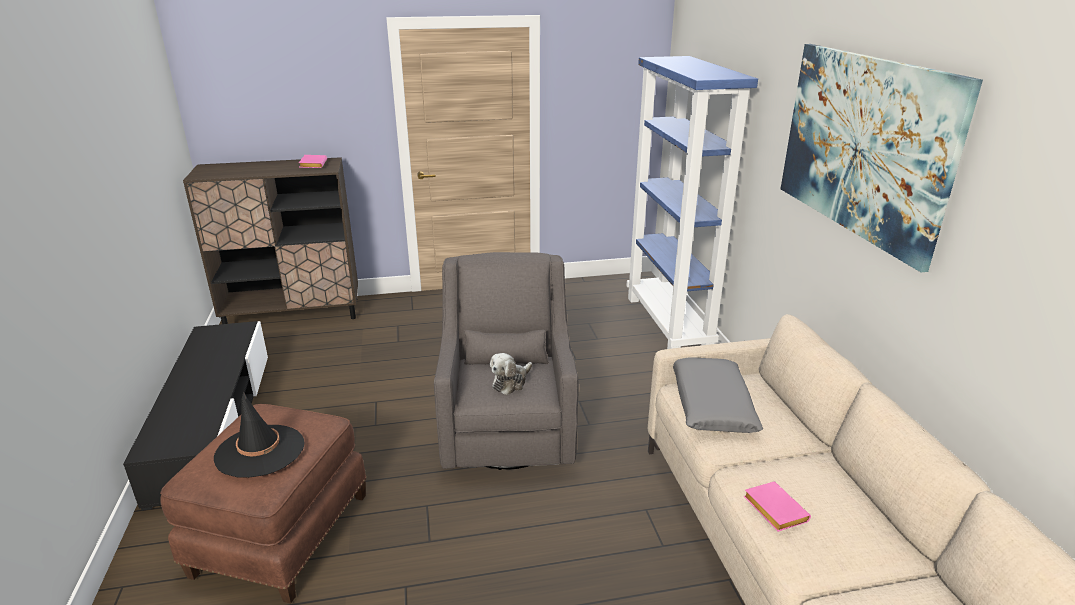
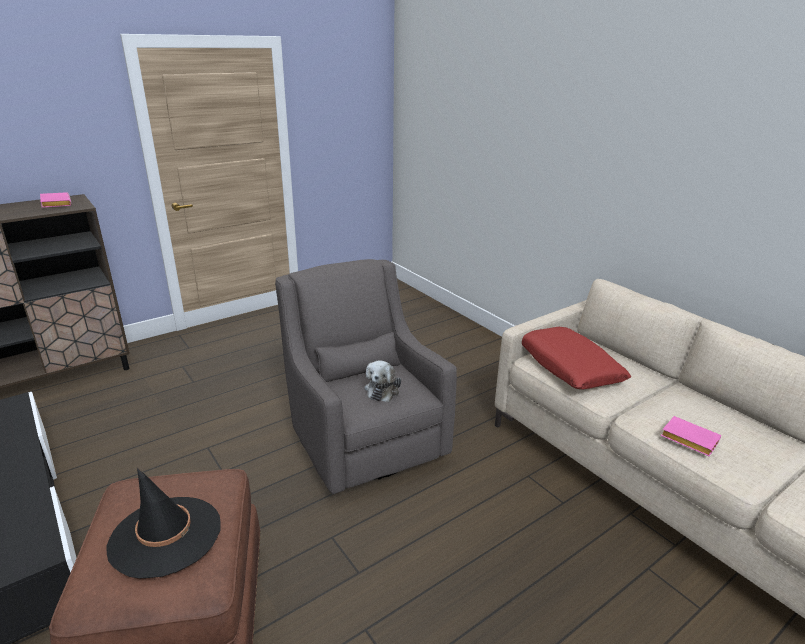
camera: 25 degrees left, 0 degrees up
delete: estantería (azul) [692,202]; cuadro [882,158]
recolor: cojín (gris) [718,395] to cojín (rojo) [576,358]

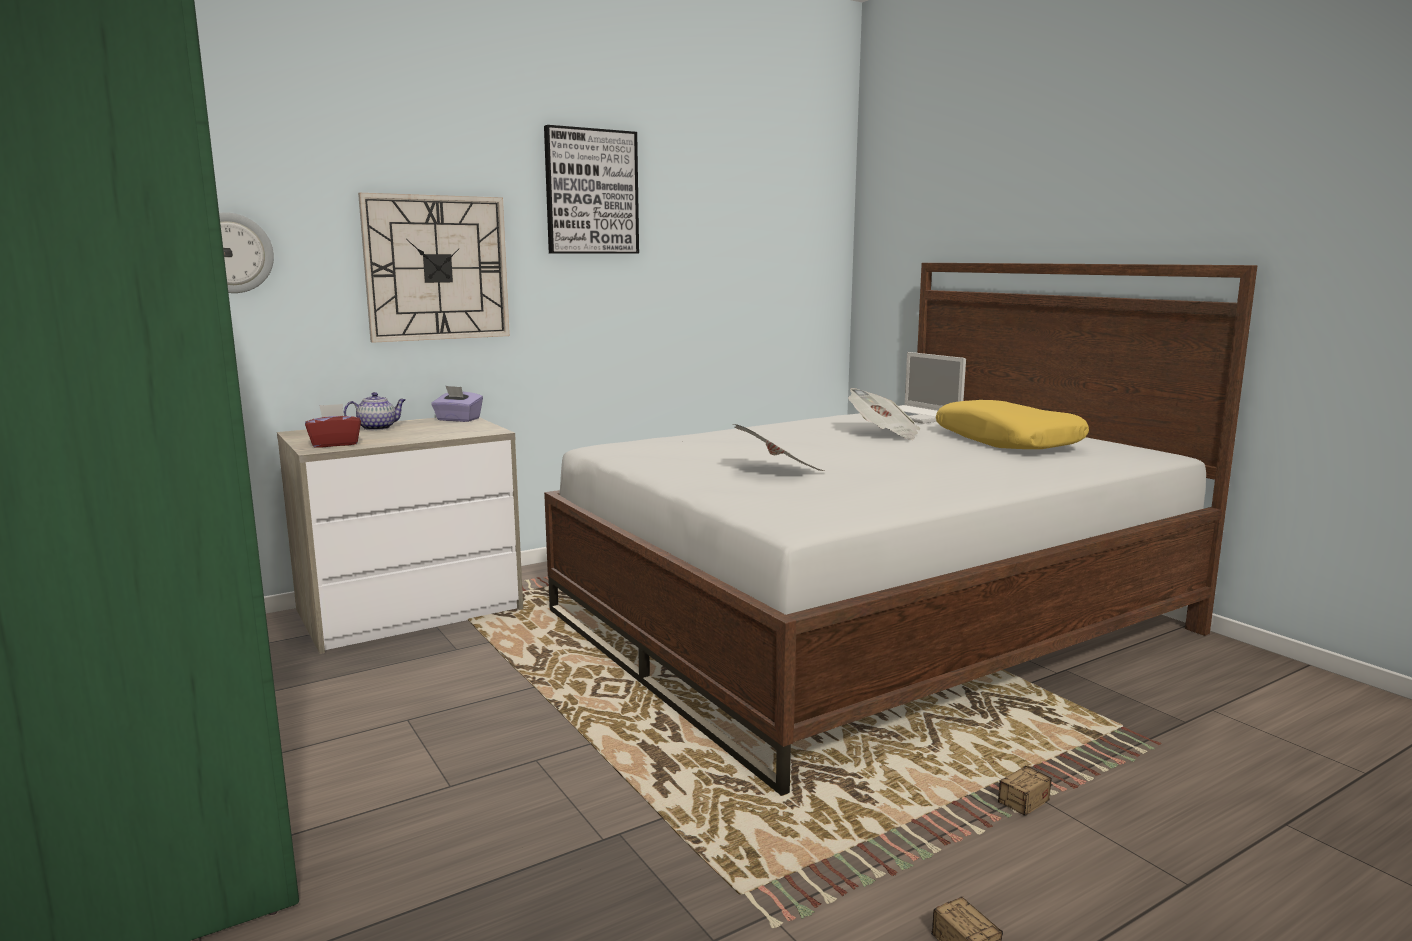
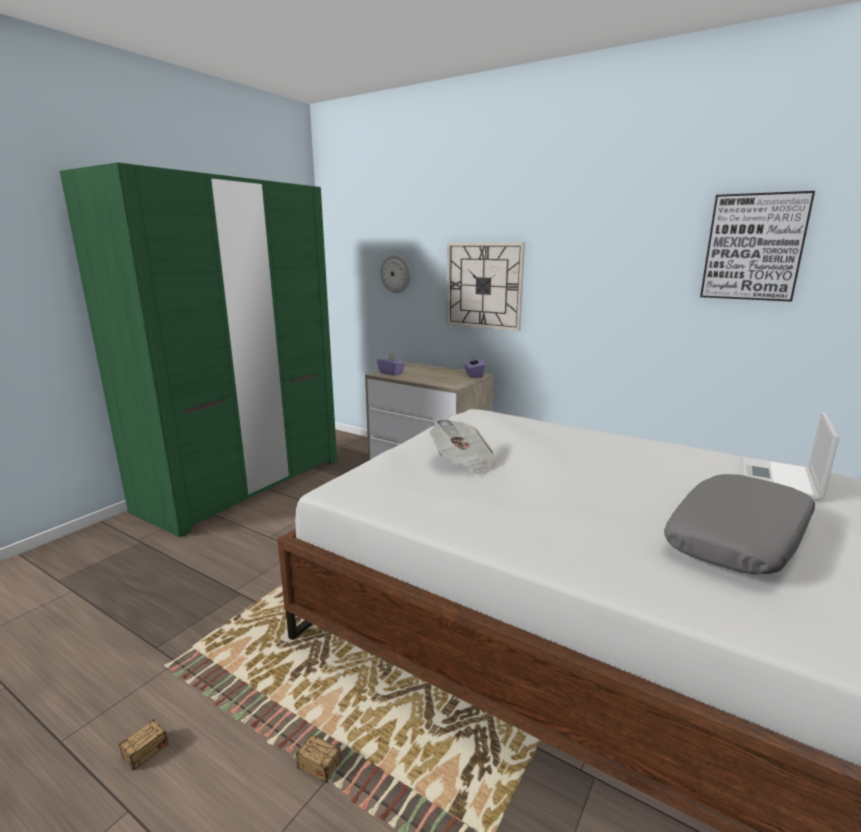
camera: 65 degrees right, 5 degrees up
delete: tetera [375,411]; periódico [884,414]
move: cuadro [591,189] to [757,246]
recolor: caja de pañuelos (rojo) [333,426] to caja de pañuelos (morado) [391,364]; cojín (amarillo) [1012,424] to cojín (gris) [739,524]

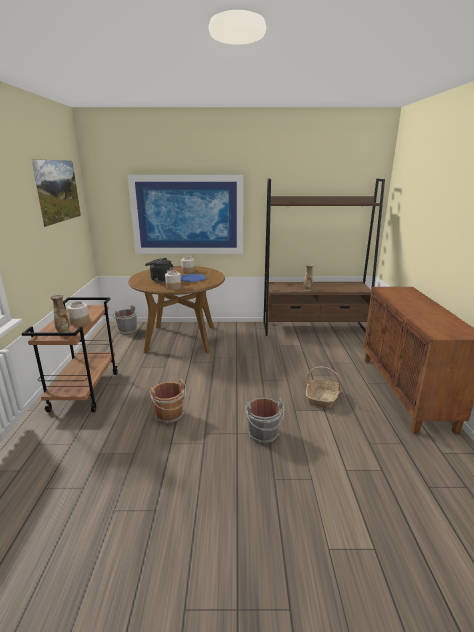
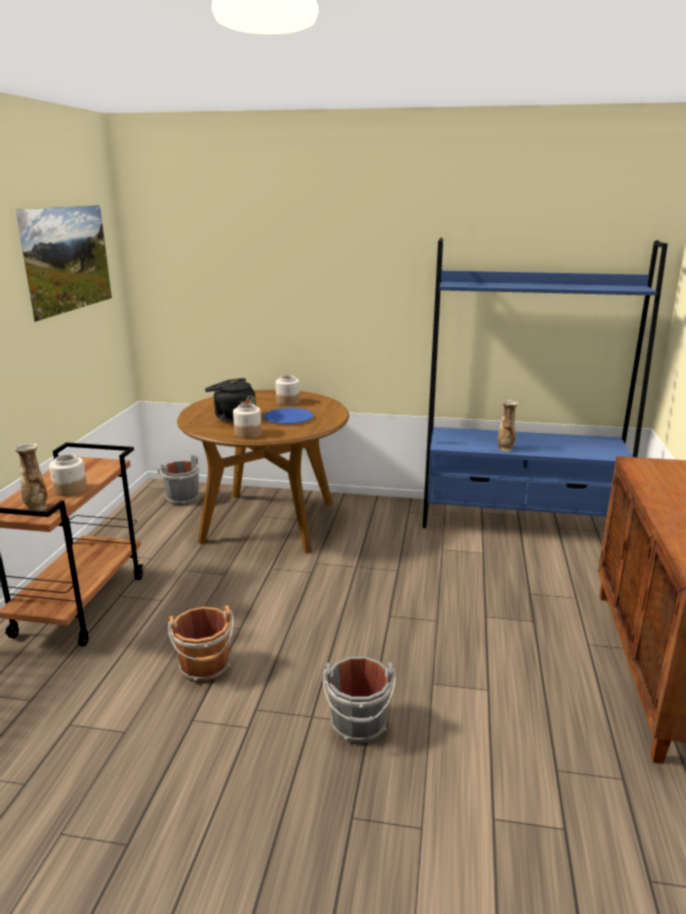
camera: 10 degrees right, 0 degrees up
delete: cuadro [185,214]; cesta [323,387]
recolor: estantería (marrón) [324,257] to estantería (azul) [545,383]

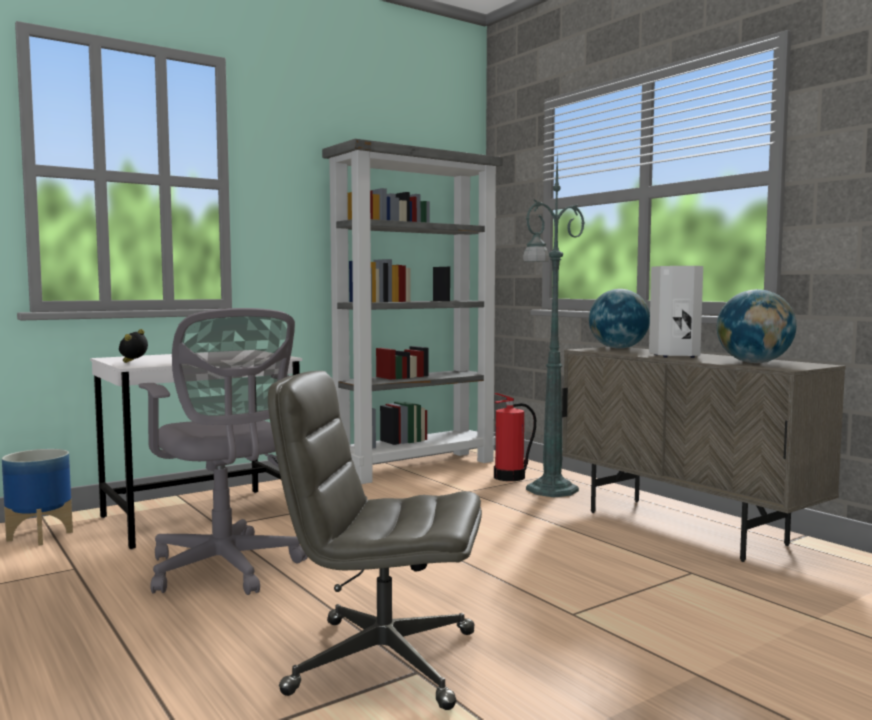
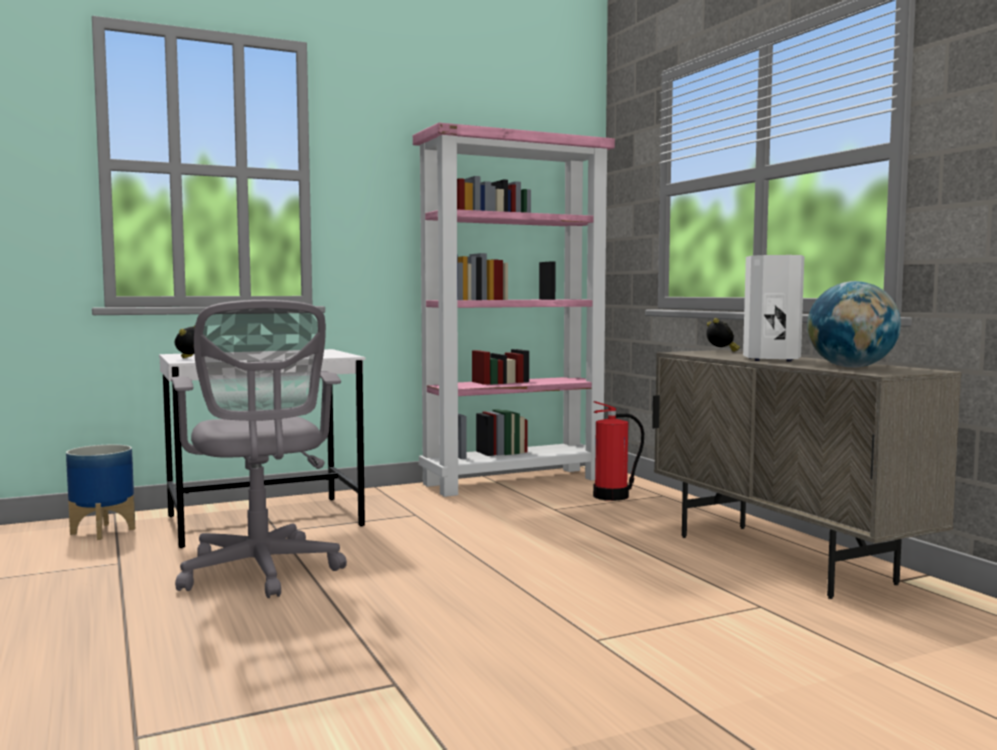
camera: 10 degrees right, 0 degrees up
delete: silla de oficina (gris) [375,540]; lámpara de pie (verde) [554,326]
replace: globo terráqueo [619,319] to despertador [723,335]
recolor: estantería (gris) [412,311] to estantería (rosa) [514,310]

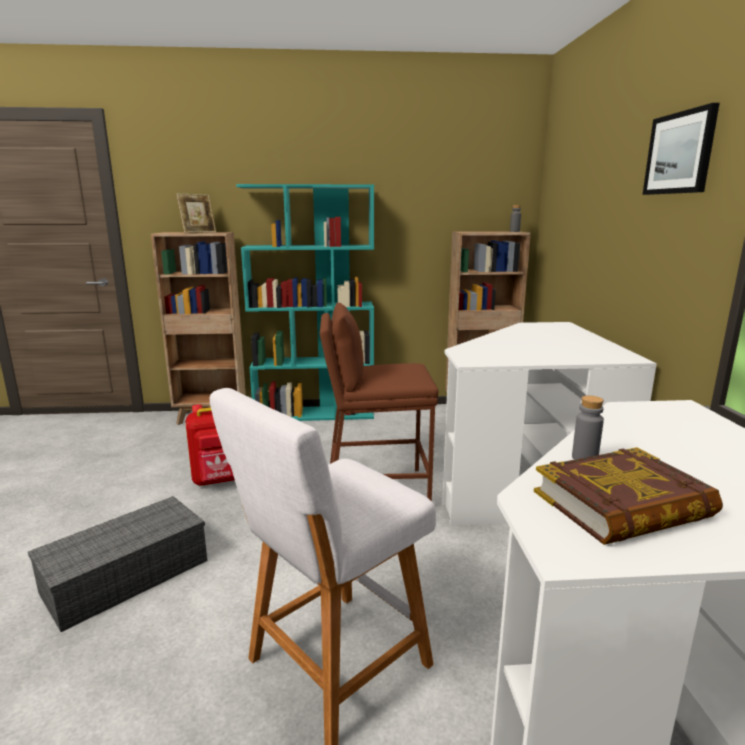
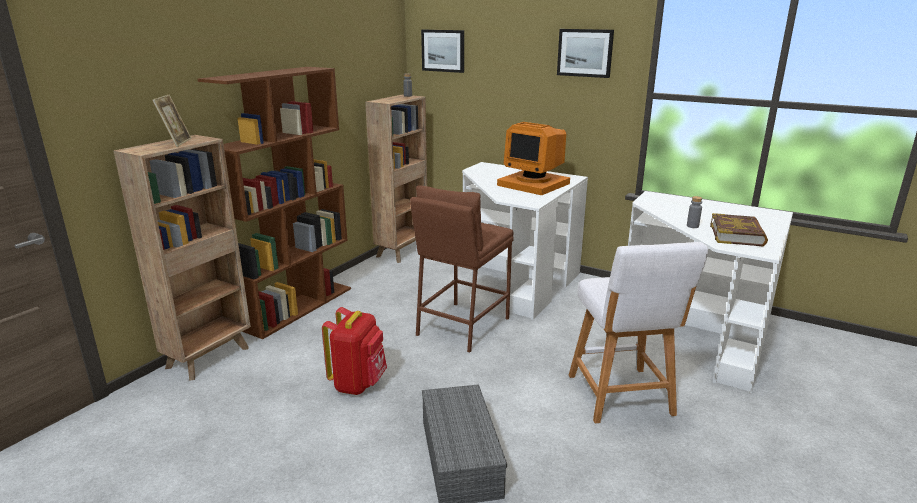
camera: 55 degrees left, 5 degrees up
insert: cuadro [442,51]; monitor [533,158]
recolor: estantería (turquesa) [305,302] to estantería (marrón) [274,203]

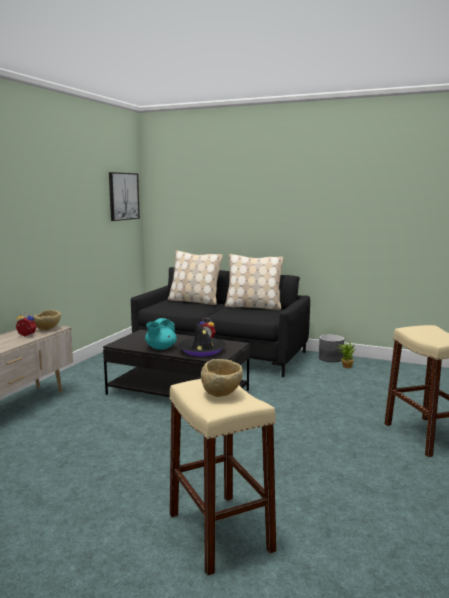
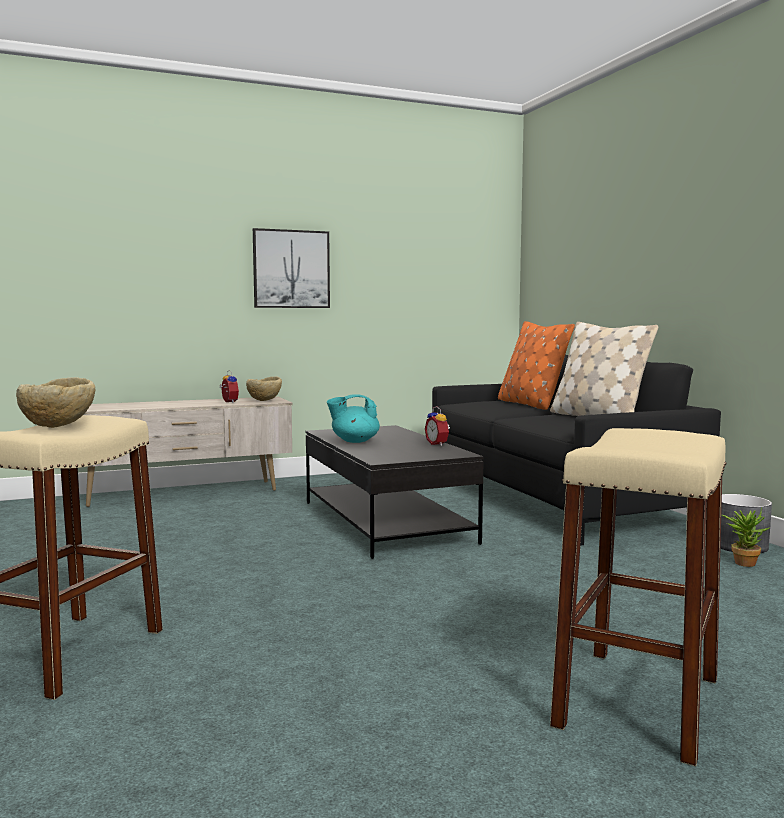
camera: 45 degrees right, 5 degrees down
delete: sombrero (negro) [202,339]
move: cuadro [124,196] to [291,268]
recolor: cojín (beis) [195,278] to cojín (naranja) [536,365]

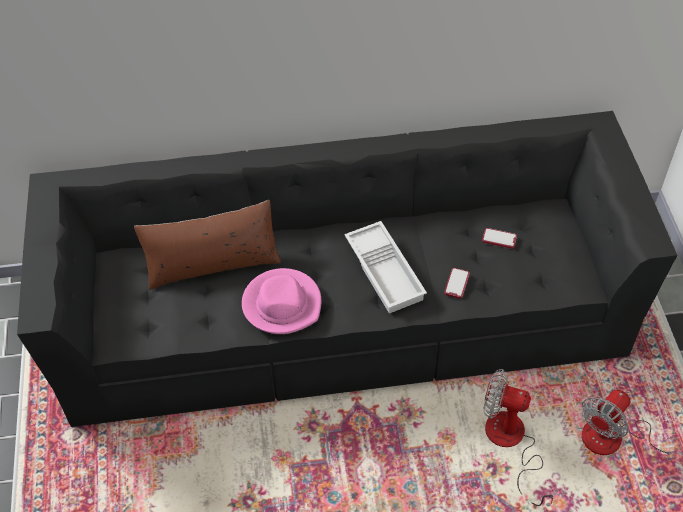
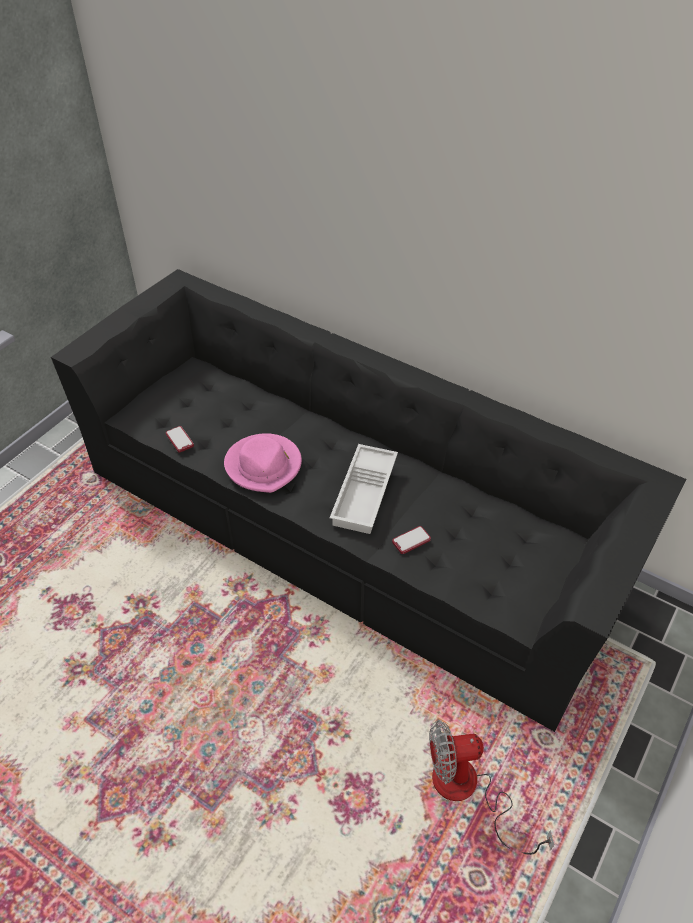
camera: 40 degrees right, 5 degrees down
delete: cojín (marrón) [207,245]; ventilador [519,437]
move: móvil [499,238] to [180,439]

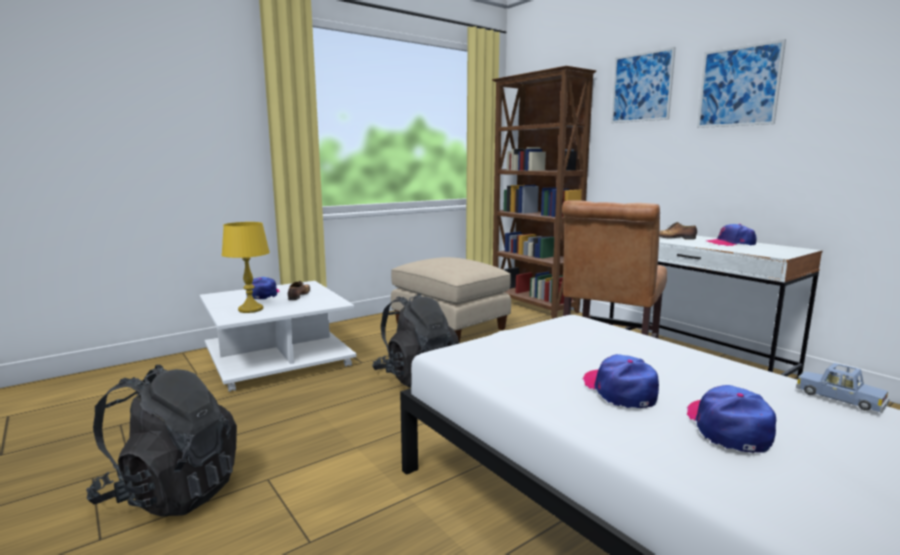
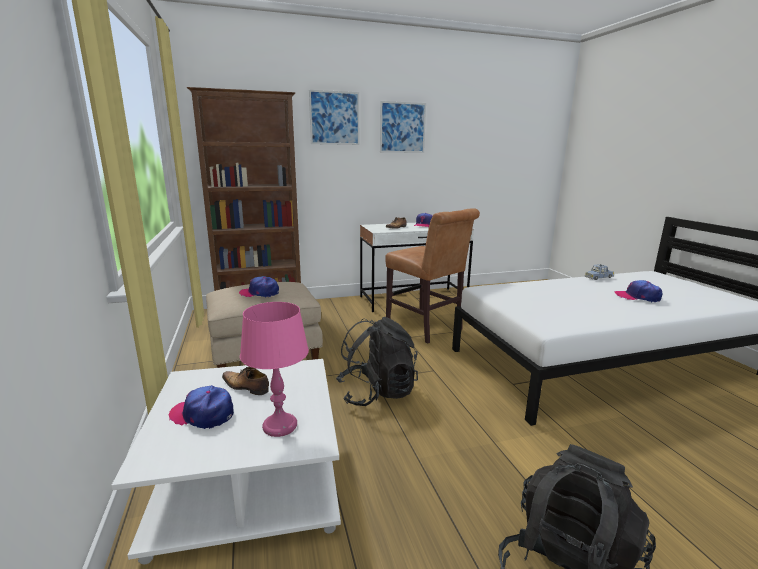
camera: 70 degrees left, 5 degrees up
move: gorra [621,381] to [259,286]
recolor: lámpara de mesa (amarillo) [246,267] to lámpara de mesa (rosa) [274,369]

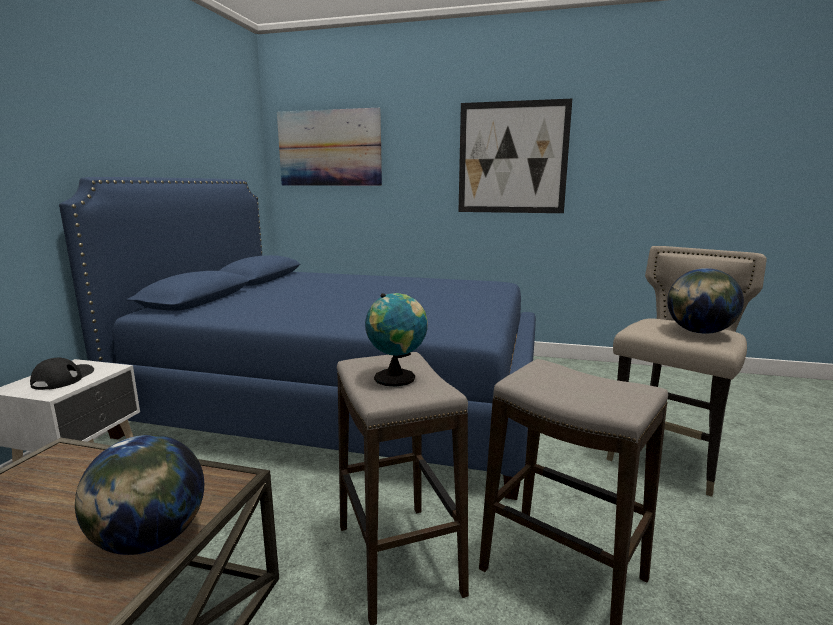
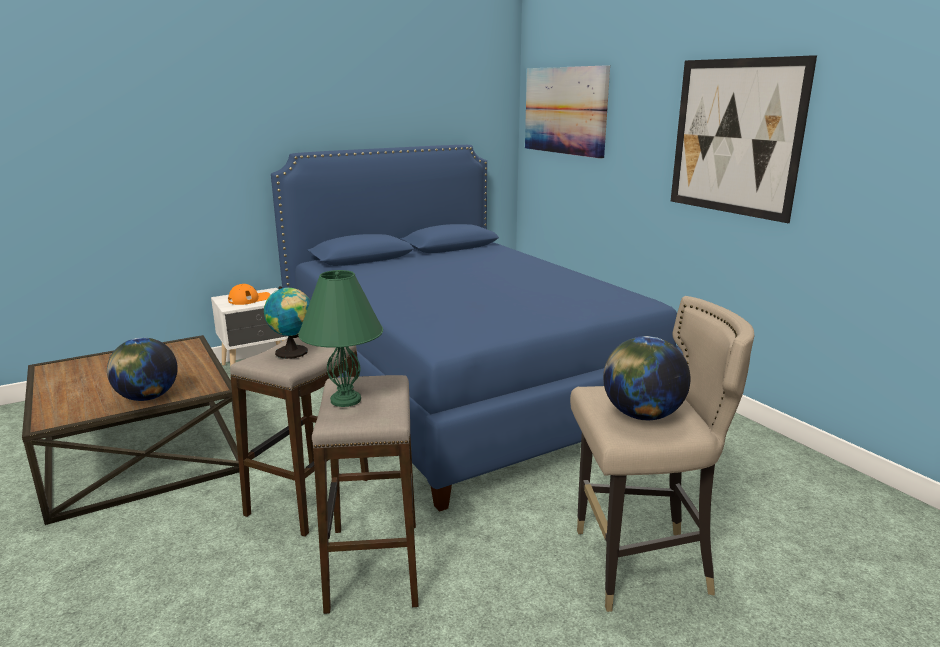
camera: 45 degrees right, 5 degrees up
insert: lámpara de mesa (verde) [340,338]
recolor: gorra (negro) [62,374] to gorra (naranja) [249,294]

